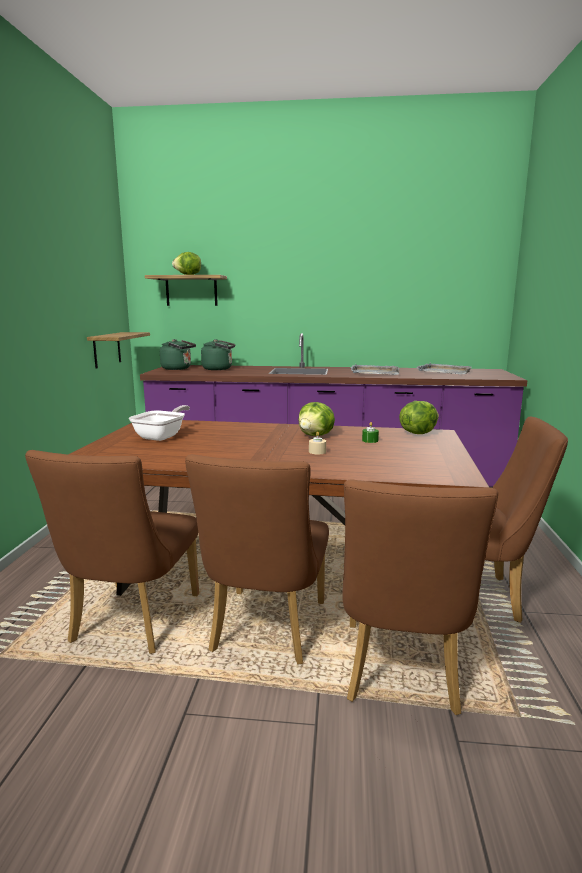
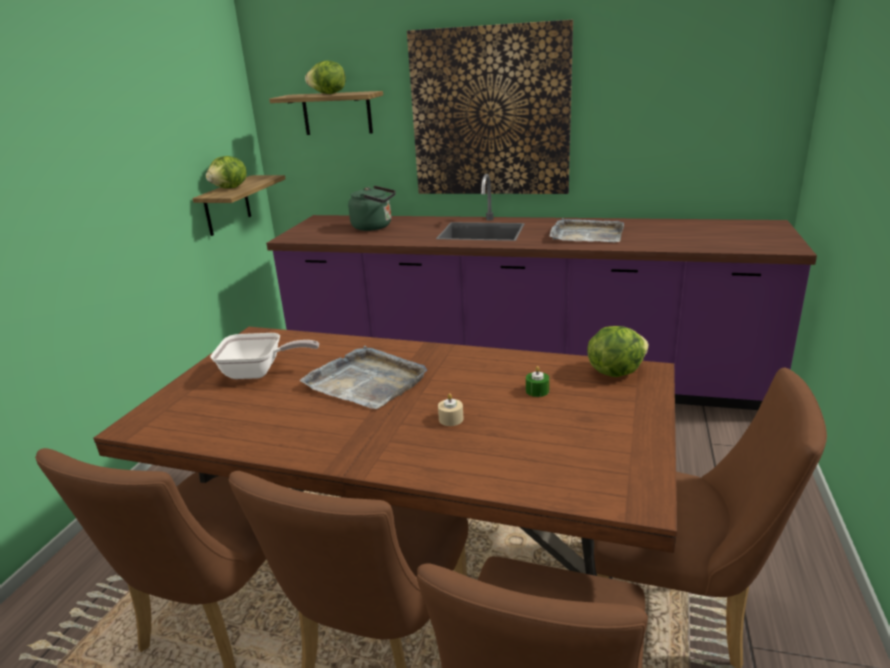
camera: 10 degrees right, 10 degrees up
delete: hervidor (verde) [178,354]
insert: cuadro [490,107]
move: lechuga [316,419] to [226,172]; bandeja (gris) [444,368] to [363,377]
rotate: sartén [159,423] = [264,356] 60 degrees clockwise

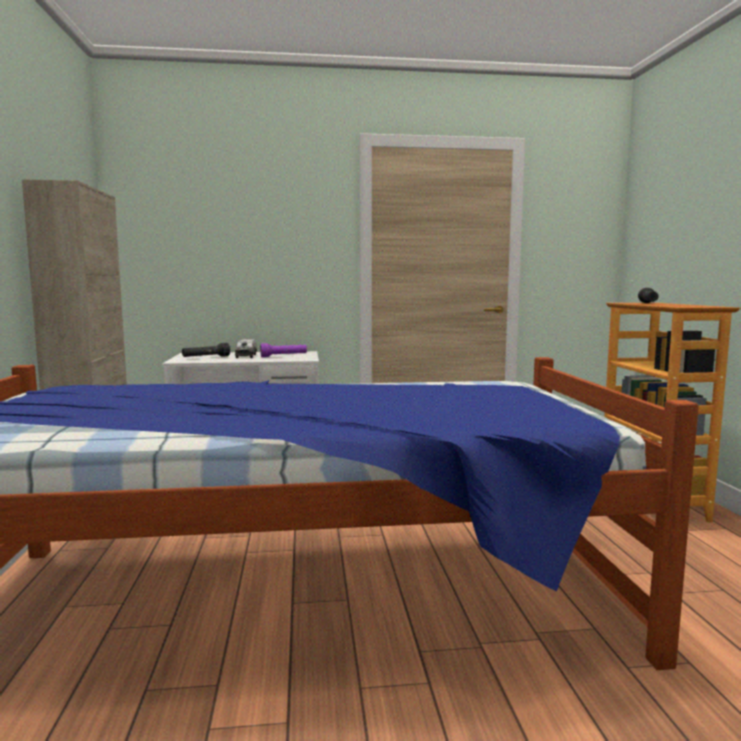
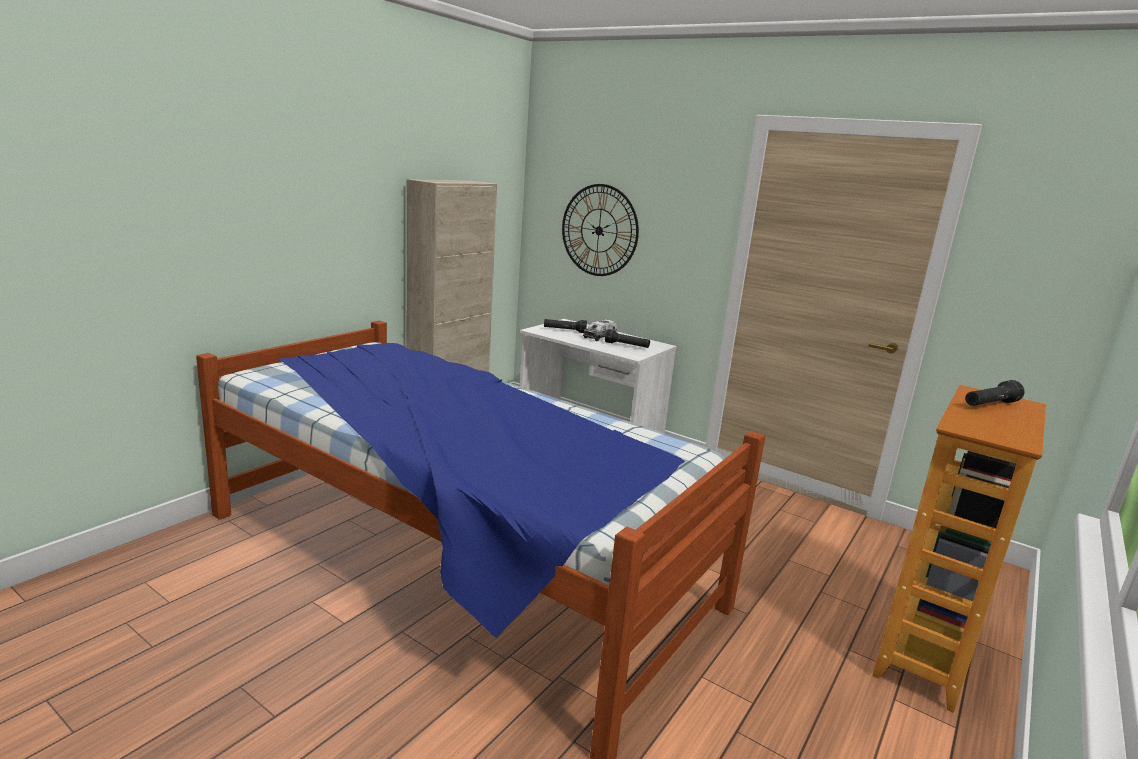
camera: 40 degrees right, 10 degrees up
insert: reloj de pared [600,230]
recolor: linterna (morado) [283,350] to linterna (negro) [627,338]

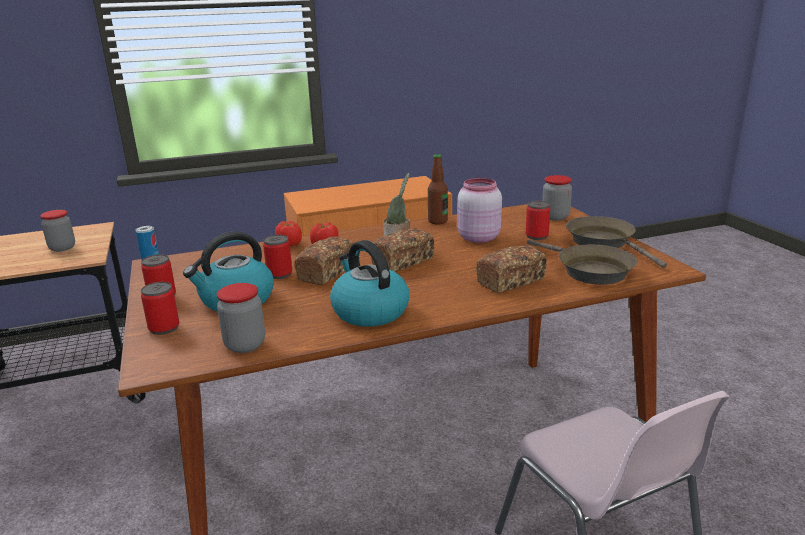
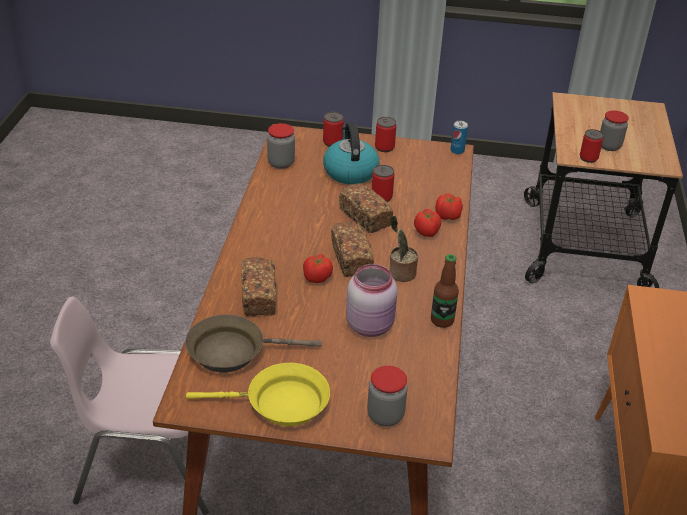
camera: 115 degrees right, 15 degrees up
delete: hervidor [370,283]
insert: tomate [318,268]
move: lata [538,220] to [592,146]
recolor: sartén (marrón) [616,242] to sartén (amarillo) [258,394]

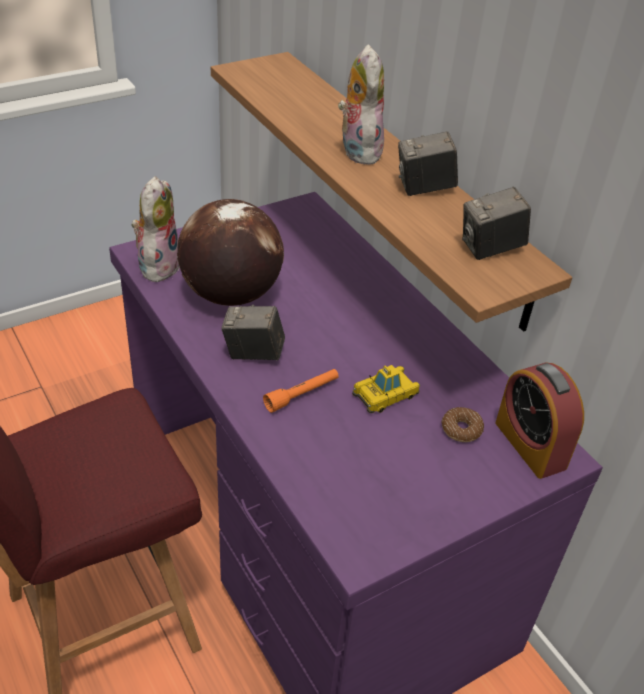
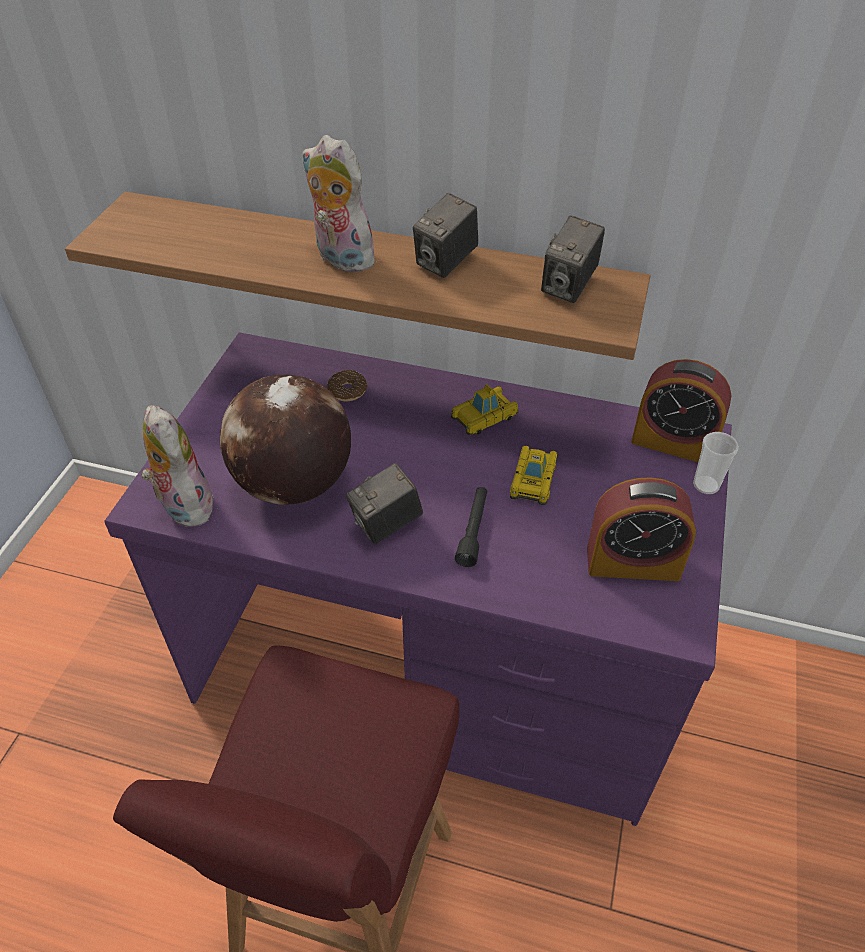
camera: 40 degrees left, 5 degrees up
insert: coche de juguete [484,409]; despertador [641,529]; taza [716,463]
move: rosquilla [463,424] to [347,385]
recolor: linterna (naranja) [301,391] to linterna (negro) [471,527]

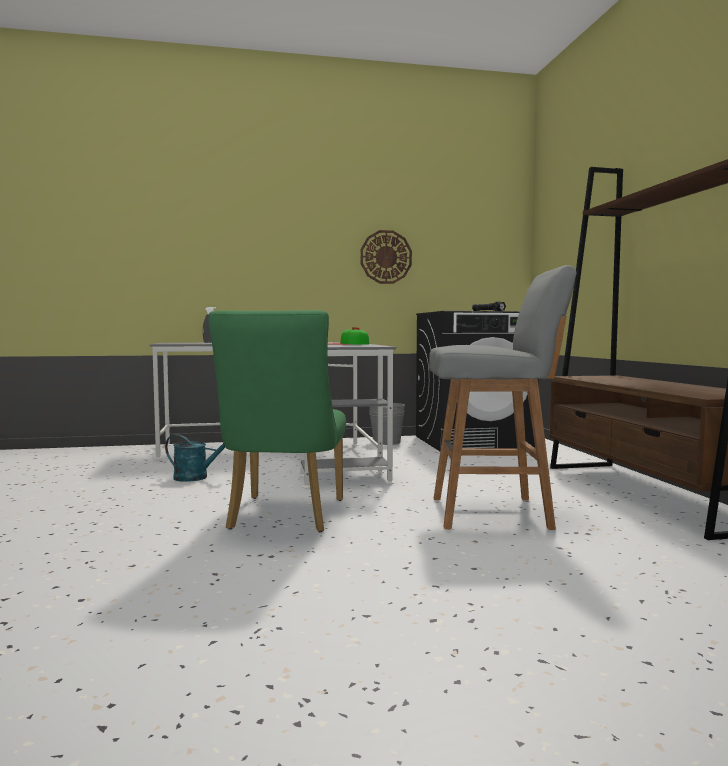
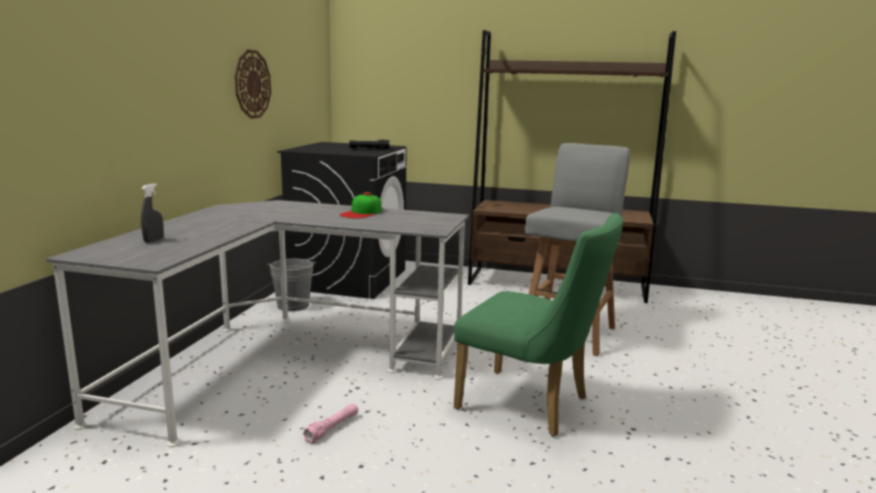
camera: 65 degrees left, 10 degrees up
replace: regadera (turquesa) [195,458] to linterna (rosa) [330,423]

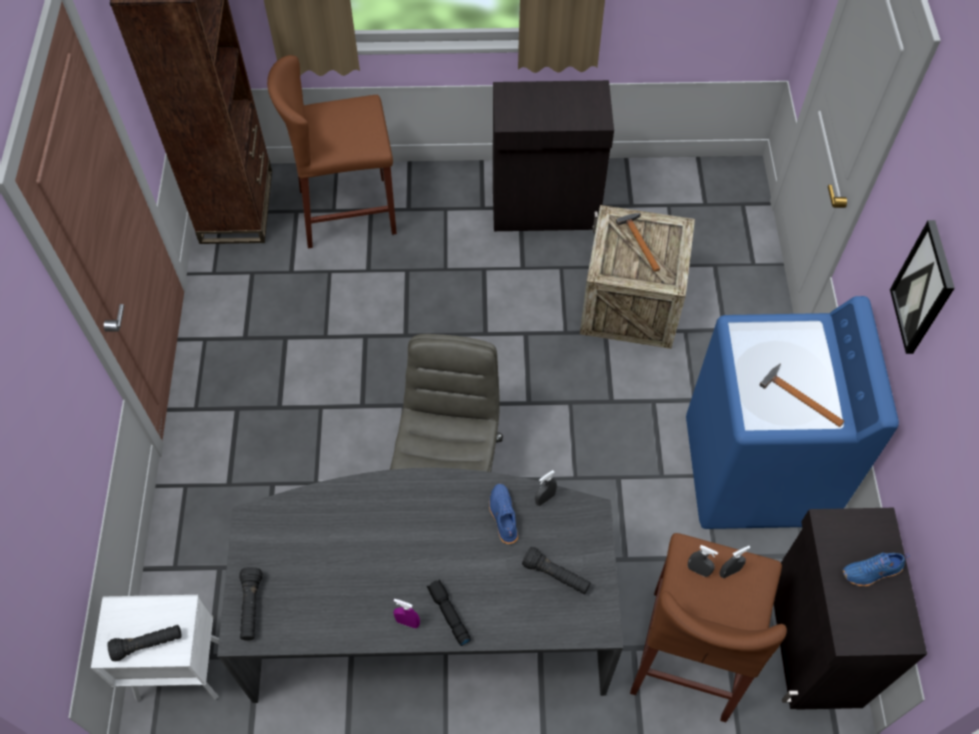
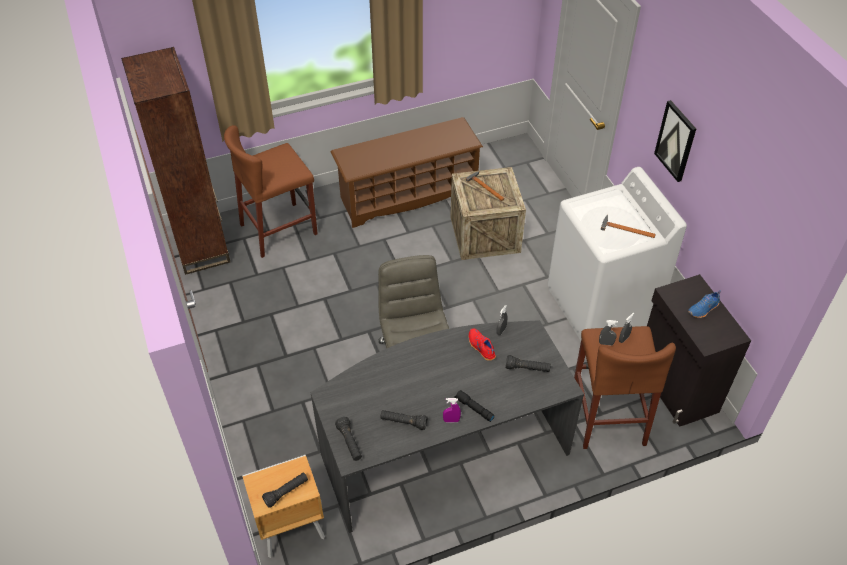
camera: 20 degrees left, 10 degrees down
insert: linterna (negro) [404,420]
replace: armario (negro) [553,156] to zapatero (marrón) [407,172]
recolor: mesita de noche (blanco) [155,648] to mesita de noche (marrón) [283,506]; zapato (azul) [503,514] to zapato (rojo) [482,344]; lavadora (azul) [792,412] to lavadora (blanco) [617,253]

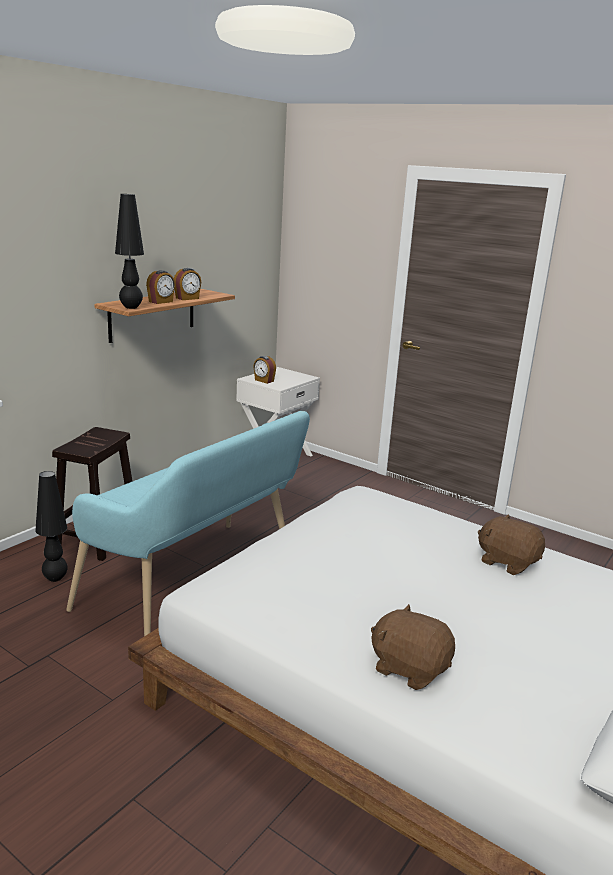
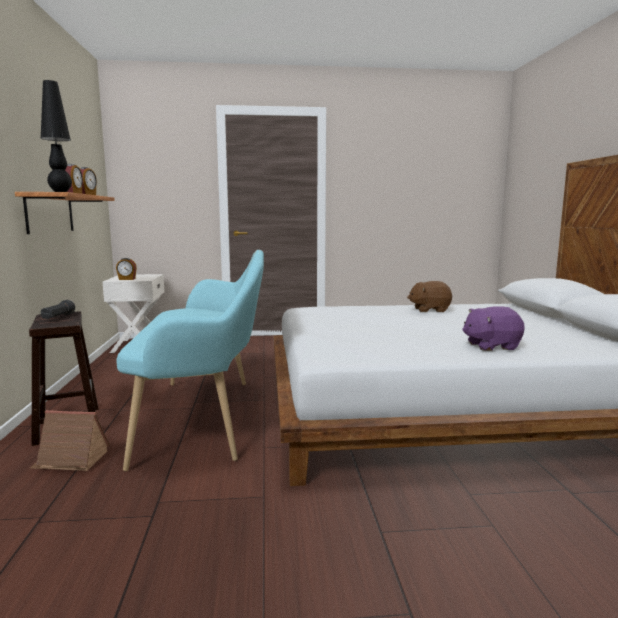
camera: 40 degrees left, 10 degrees down
insert: linterna (negro) [58,309]
replace: lámpara de mesa (negro) [51,526] to casita [70,440]
recolor: peluche (marrón) [413,647] to peluche (morado) [493,328]

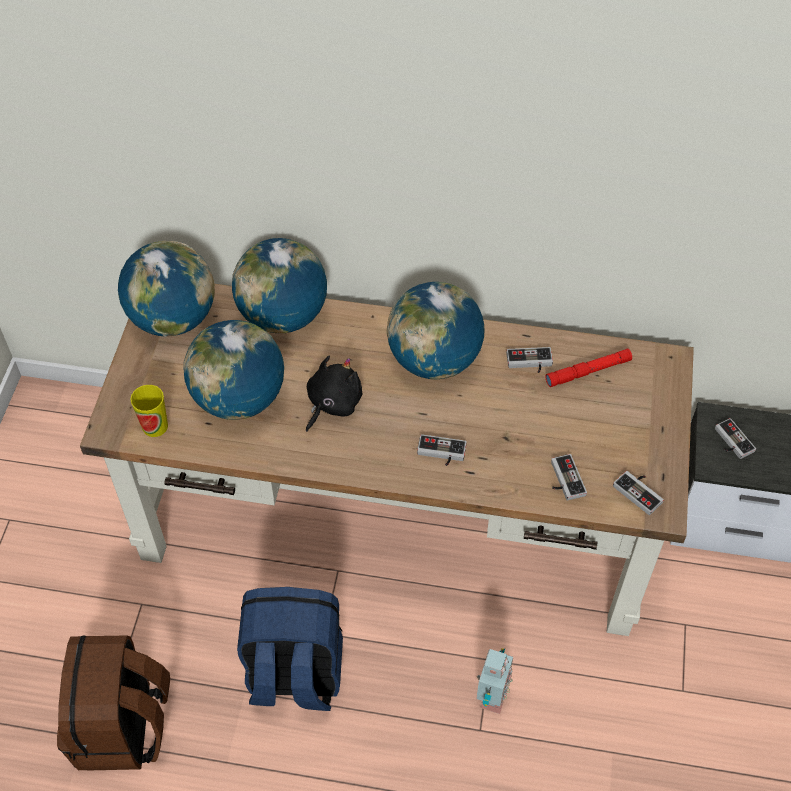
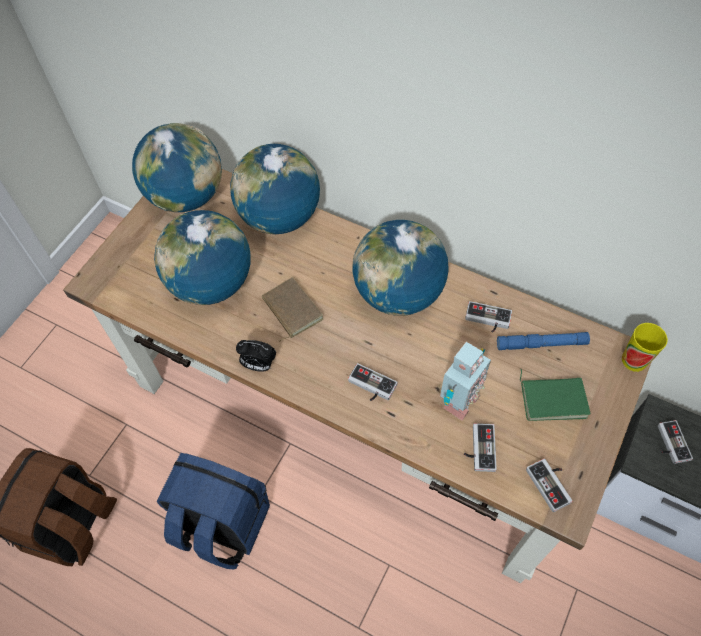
camera: 20 degrees right, 5 degrees up
insert: despertador [256,356]; libro (verde) [555,395]
move: taza [149,411] to [645,347]; robot de juguete [494,681] to [465,381]
replace: peluche (negro) [334,393] to libro (marrón) [293,309]
recolor: linterna (rojo) [588,368] to linterna (azul) [543,341]

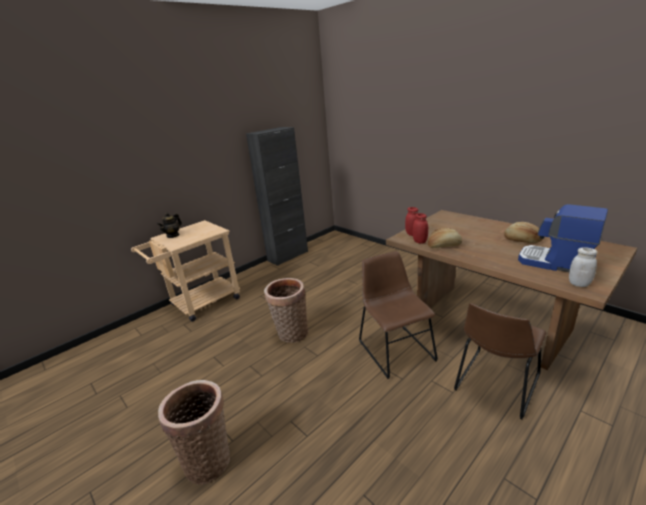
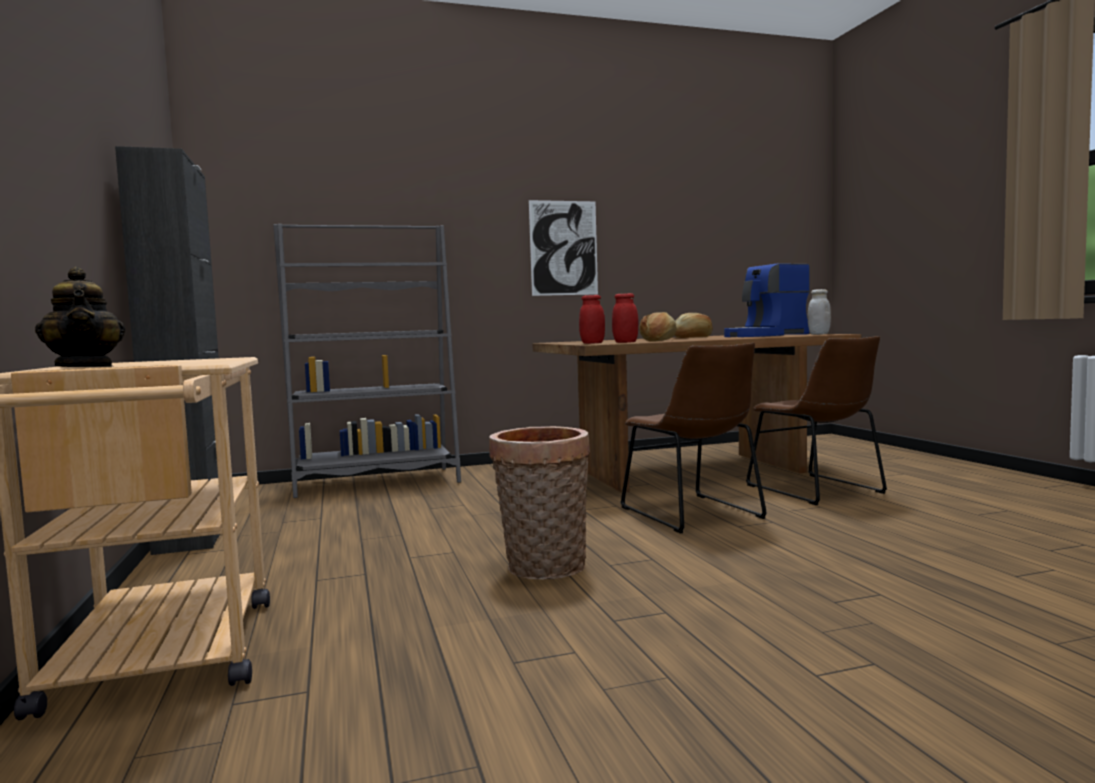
camera: 65 degrees left, 20 degrees down
delete: cesta [194,432]
insert: estantería (gris) [367,361]; cuadro [563,248]
rotate: silla (marrón) [398,315] = [693,438] 120 degrees counterclockwise

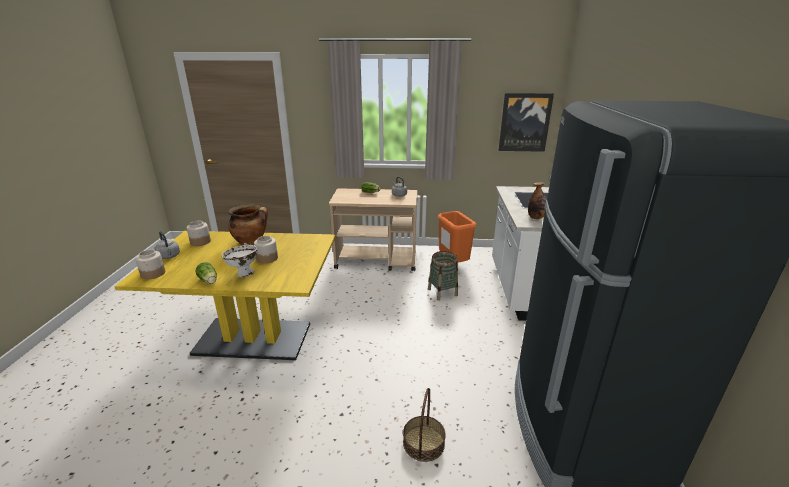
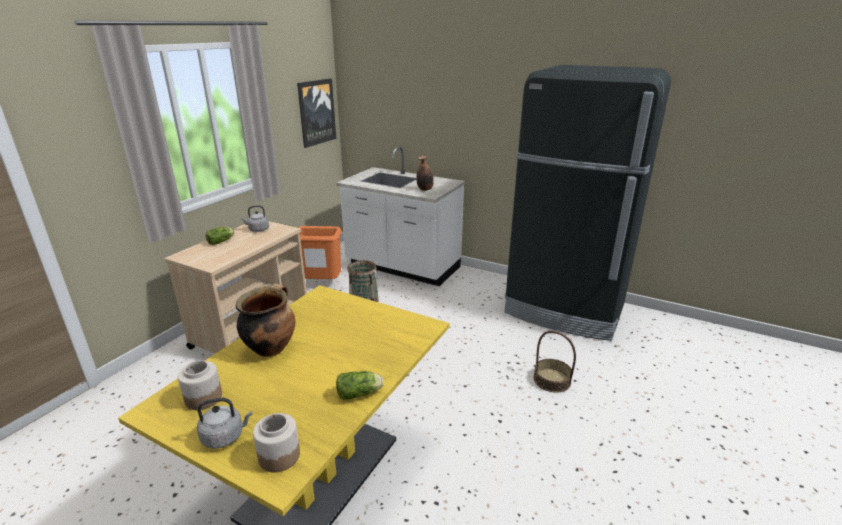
camera: 65 degrees left, 0 degrees up
delete: cuenco (blanco) [239,260]; tarro [266,250]

